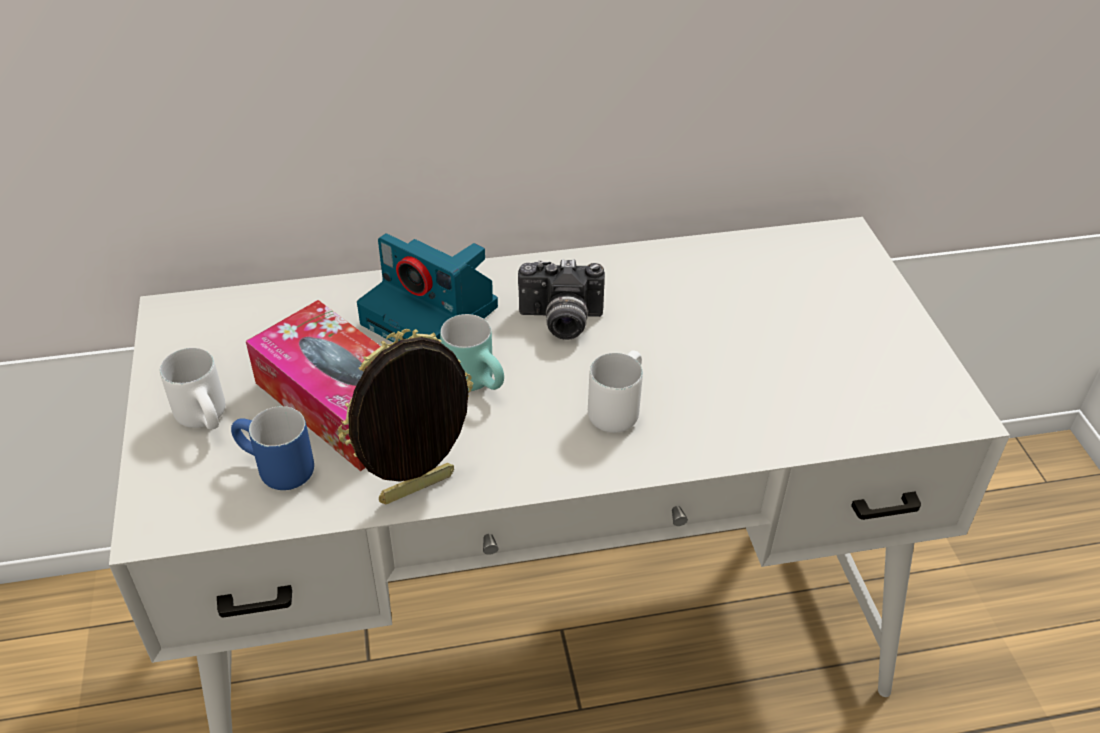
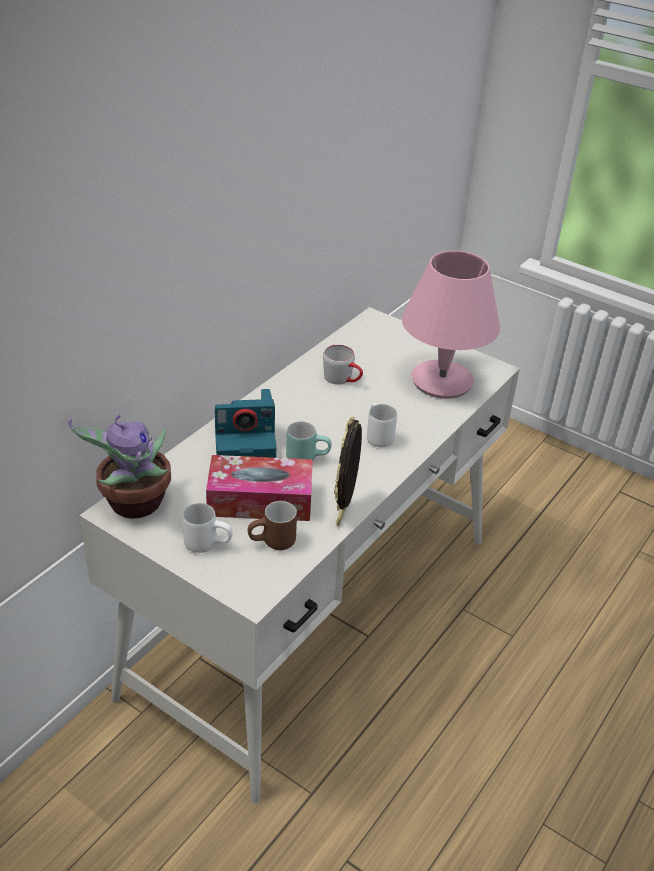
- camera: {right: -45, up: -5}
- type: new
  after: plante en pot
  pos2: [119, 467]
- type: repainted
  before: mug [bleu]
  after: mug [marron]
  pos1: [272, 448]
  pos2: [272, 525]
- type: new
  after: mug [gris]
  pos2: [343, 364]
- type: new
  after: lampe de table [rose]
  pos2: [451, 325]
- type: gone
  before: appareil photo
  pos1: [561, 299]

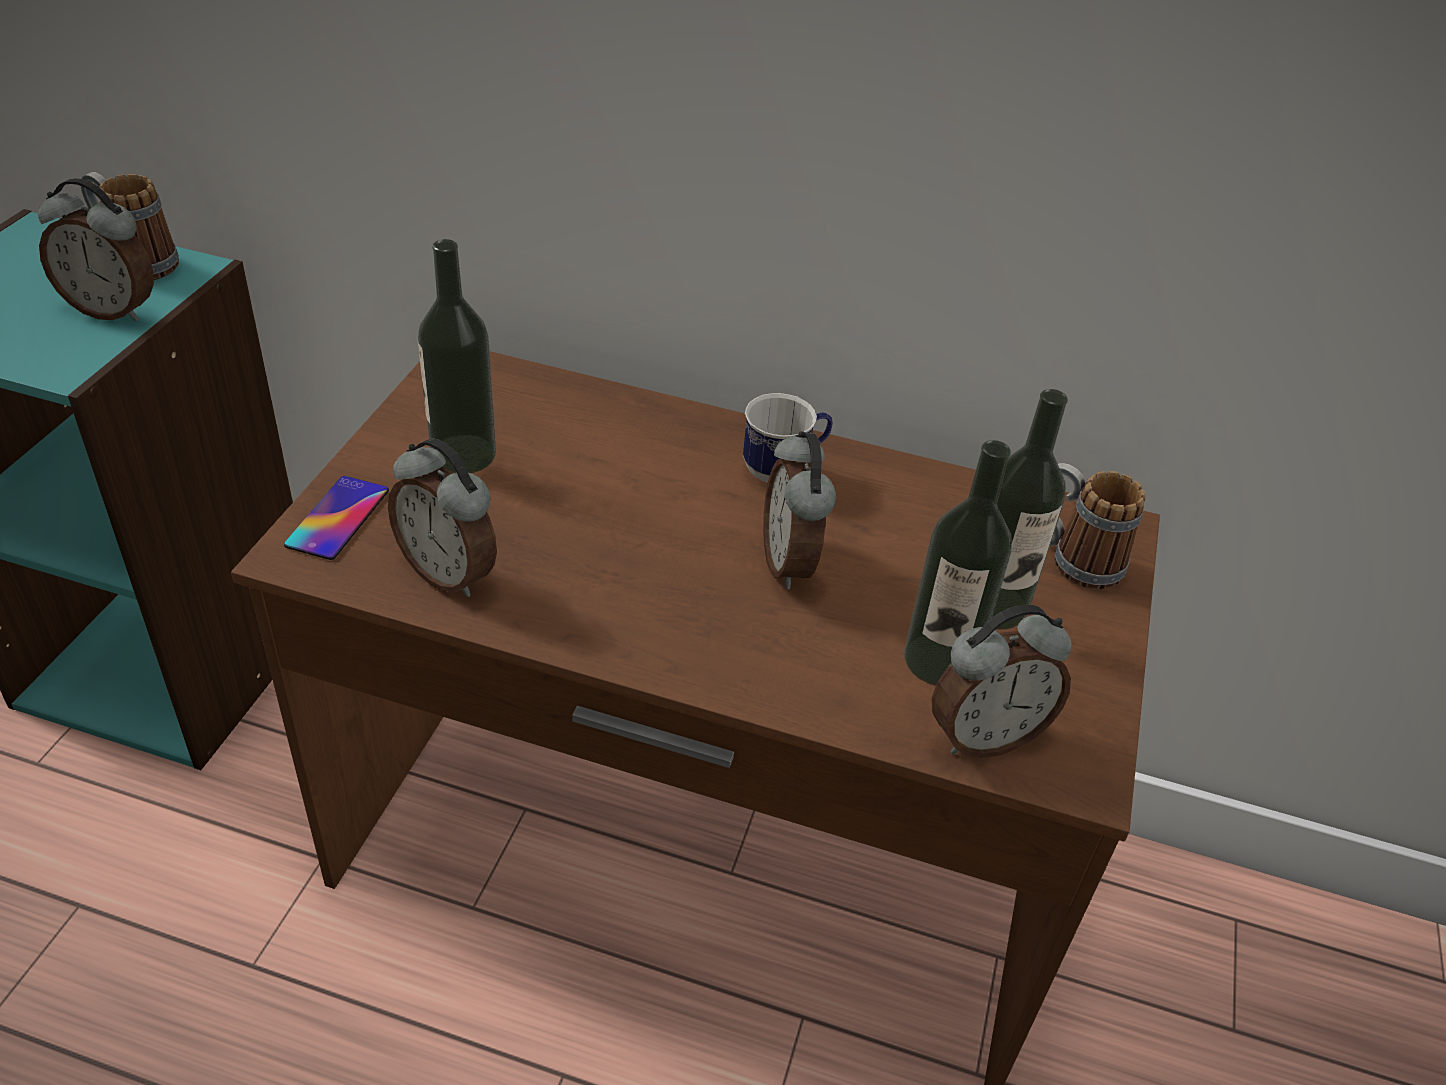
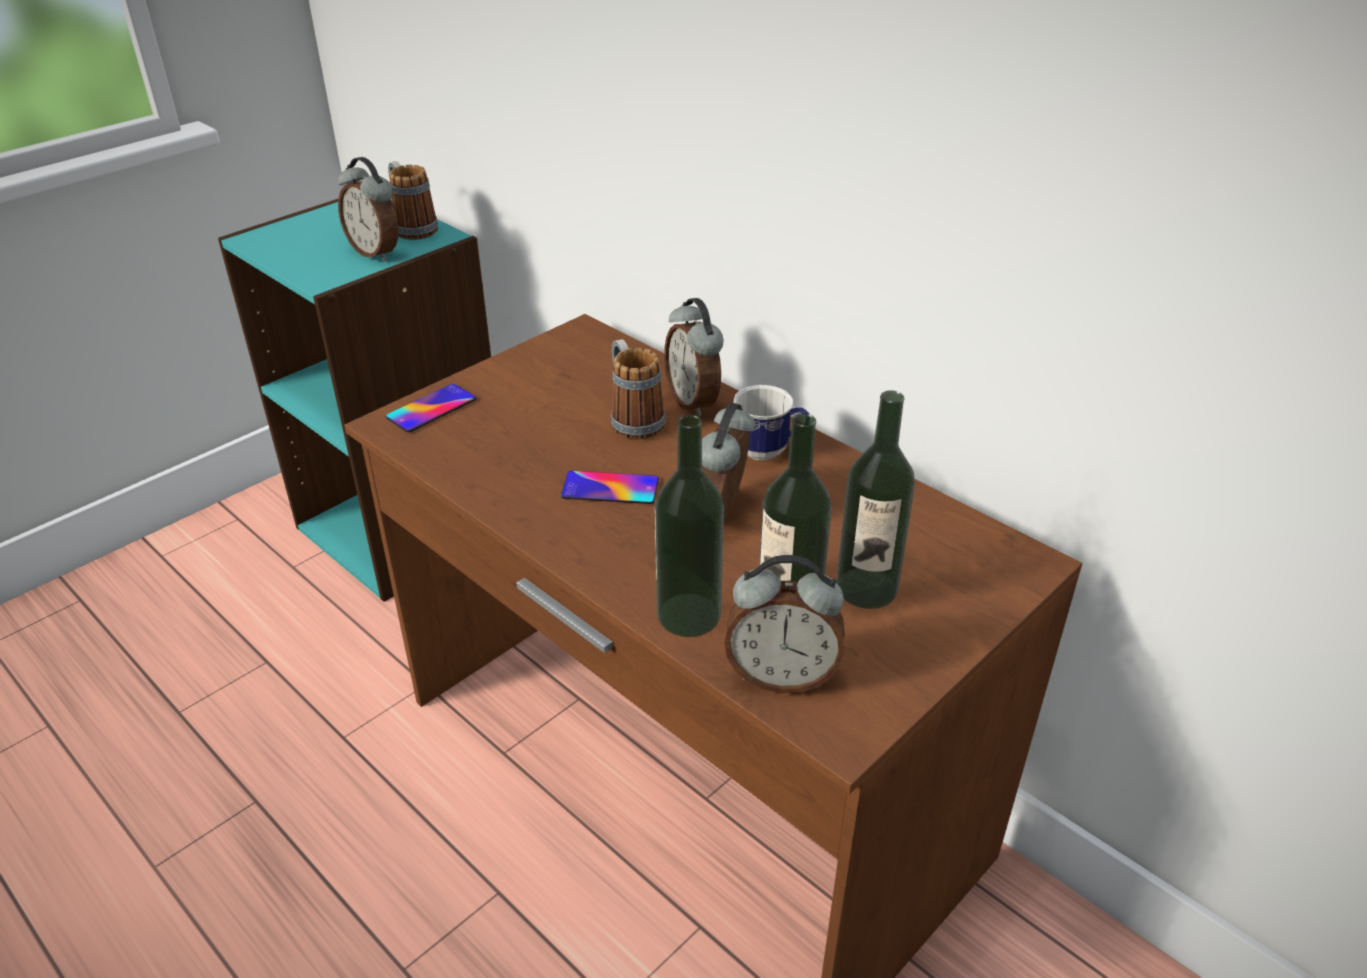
- camera: {right: 30, up: -5}
- type: new
  after: téléphone
  pos2: [610, 487]
- type: shifted
  before: mug
  pos1: [1097, 526]
  pos2: [638, 389]
- type: shifted
  before: bouteille
  pos1: [457, 356]
  pos2: [689, 526]
- type: shifted
  before: réveil
  pos1: [442, 518]
  pos2: [694, 357]

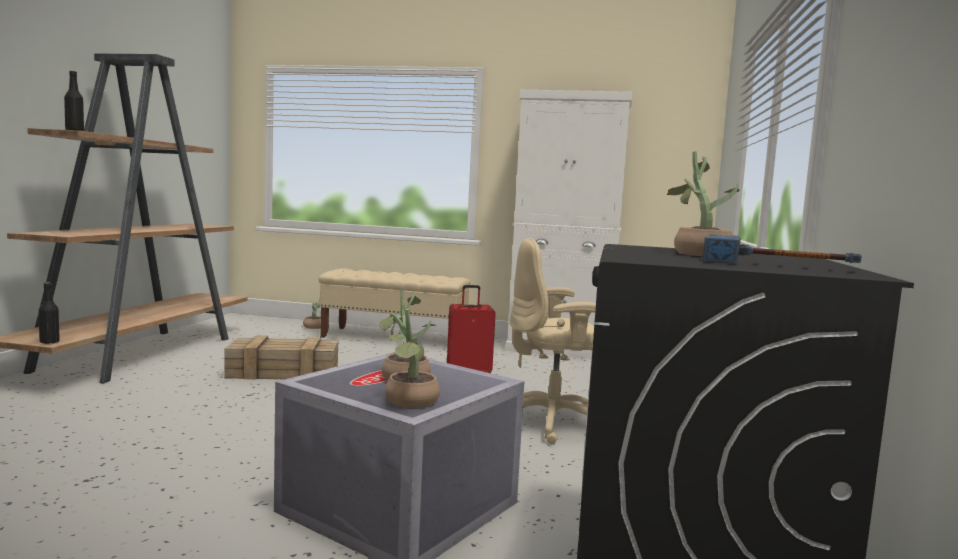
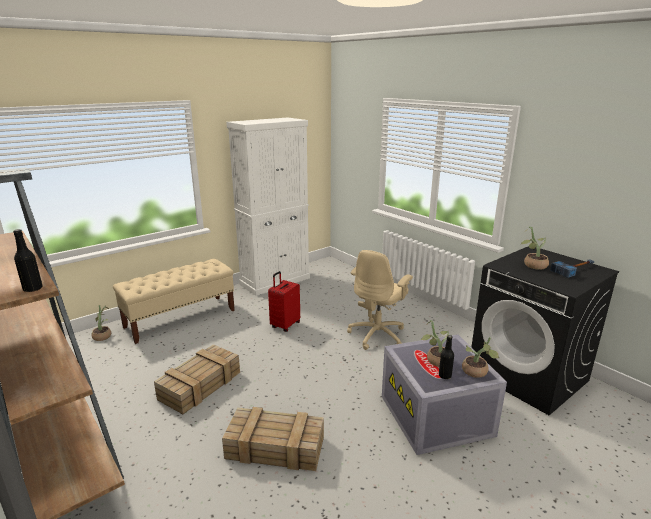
- camera: {right: -50, up: 15}
- type: new
  after: caisse
  pos2: [273, 439]
- type: shifted
  before: bouteille [noir]
  pos1: [49, 313]
  pos2: [446, 357]

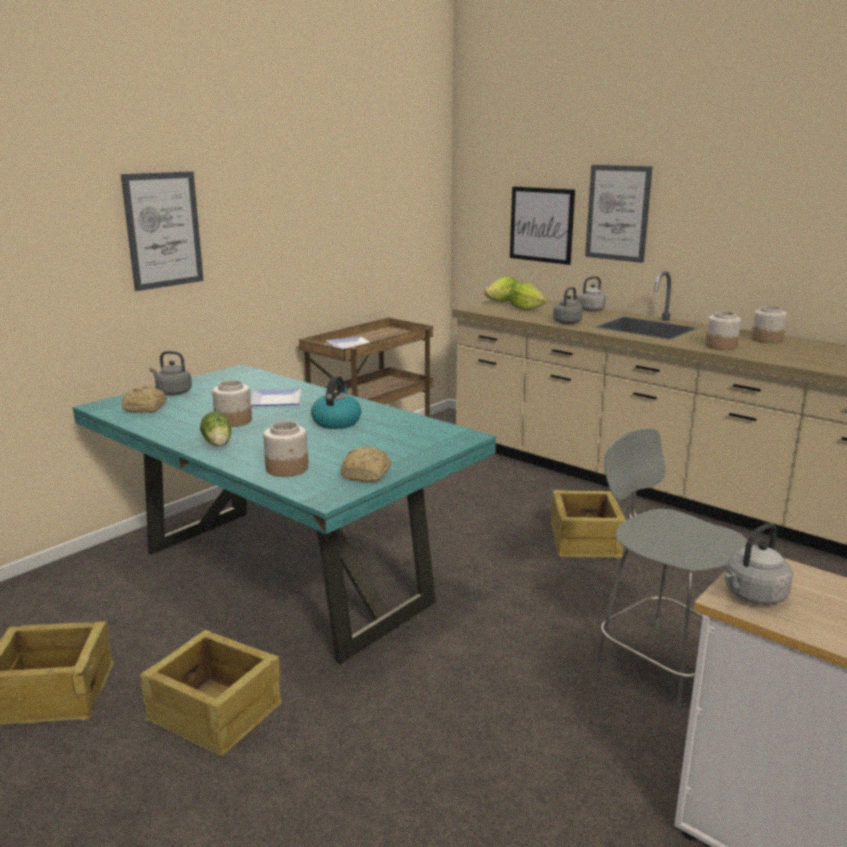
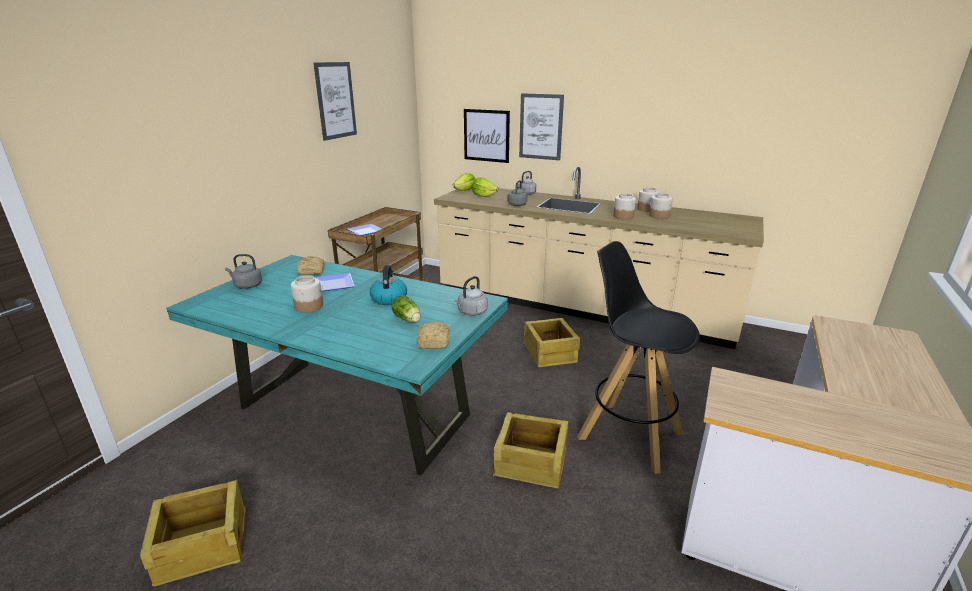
- camera: {right: -15, up: 5}
- type: shifted
  before: pain
  pos1: [144, 399]
  pos2: [311, 265]
- type: shifted
  before: tableau
  pos1: [162, 231]
  pos2: [335, 101]
- type: shifted
  before: laitue
  pos1: [215, 428]
  pos2: [406, 308]
- type: shifted
  before: bouilloire [gris]
  pos1: [759, 564]
  pos2: [471, 296]
- type: shifted
  before: caisse
  pos1: [211, 693]
  pos2: [530, 450]
- type: swapped
  before: chaise [gris]
  after: tabouret [noir]
  pos1: [671, 570]
  pos2: [638, 357]
- type: shifted
  before: bocal
  pos1: [285, 449]
  pos2: [661, 206]

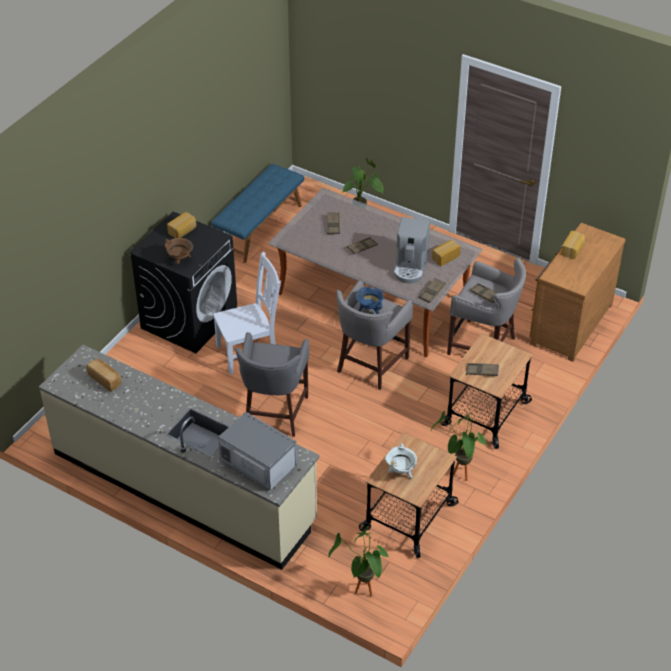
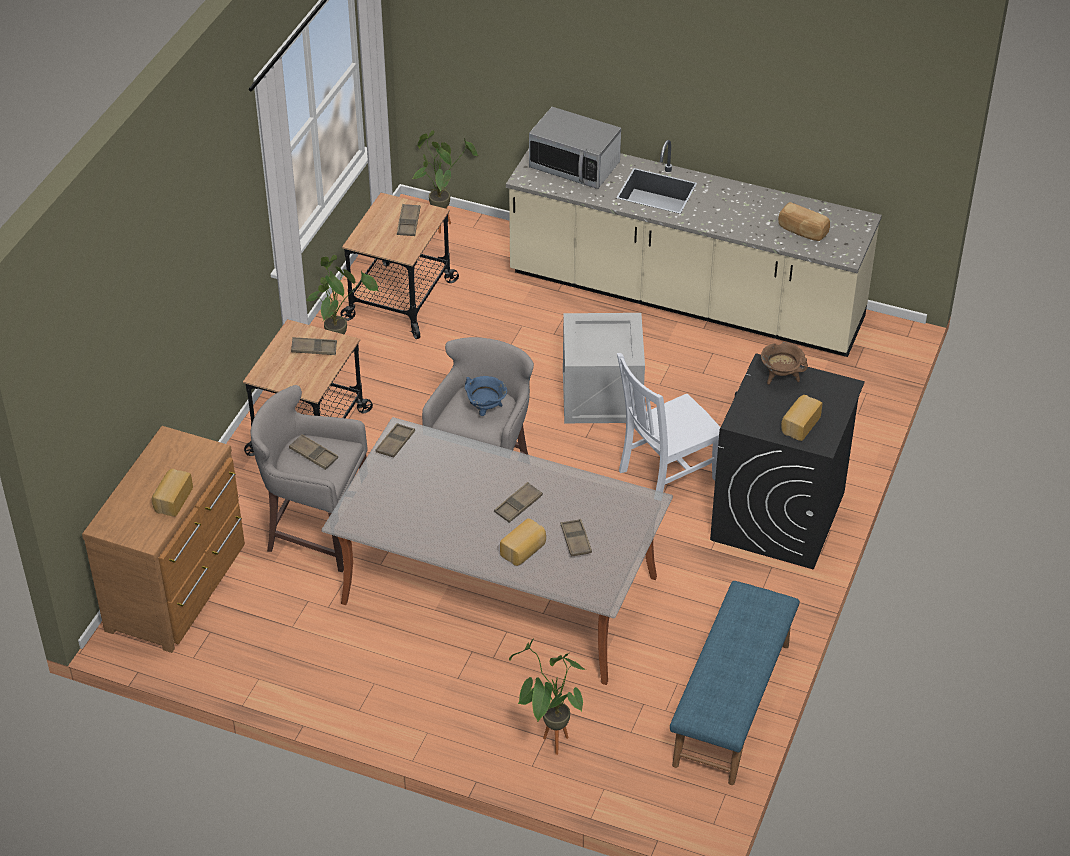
- camera: {right: 170, up: 0}
- type: swapped
  before: marmite [blanc]
  after: plateau [marron]
  pos1: [401, 461]
  pos2: [408, 220]
- type: shifted
  before: pain
  pos1: [446, 253]
  pos2: [523, 542]
- type: swapped
  before: tabouret [gris]
  after: caisse
  pos1: [272, 384]
  pos2: [604, 368]
- type: gone
  before: machine à café
  pos1: [412, 250]

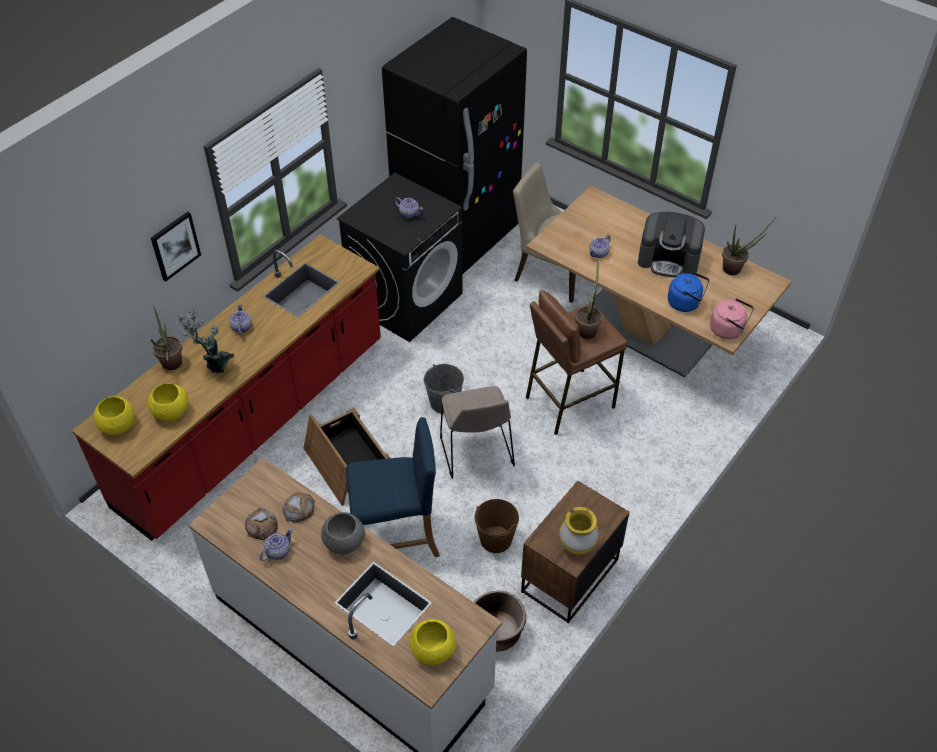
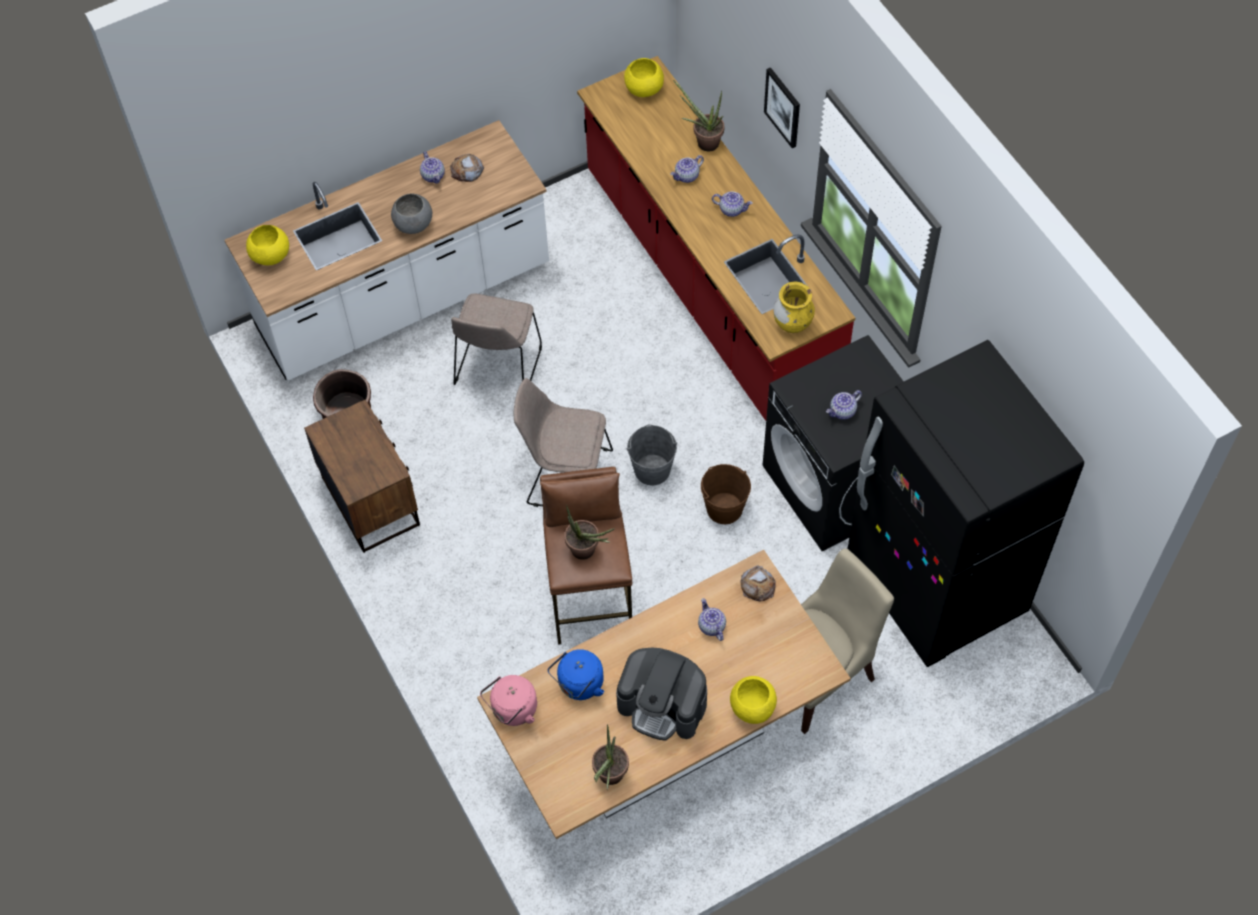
- camera: {right: 115, up: 10}
- type: swapped
  before: tabouret [bleu]
  after: chaise [beige]
  pos1: [393, 487]
  pos2: [496, 339]
- type: rotated
  before: machine à café
  pos1: [671, 245]
  pos2: [661, 694]
  turn: -105
- type: swapped
  before: plante en pot
  after: théière
  pos1: [205, 339]
  pos2: [687, 169]
- type: shifted
  before: seau [marron]
  pos1: [496, 526]
  pos2: [726, 494]
- type: shifted
  before: bol [jaune]
  pos1: [168, 402]
  pos2: [753, 700]
- type: shifted
  before: pain
  pos1: [298, 508]
  pos2: [758, 583]
- type: shifted
  before: vase [jaune]
  pos1: [579, 531]
  pos2: [794, 307]
- type: gone
  before: caisse
  pos1: [347, 456]

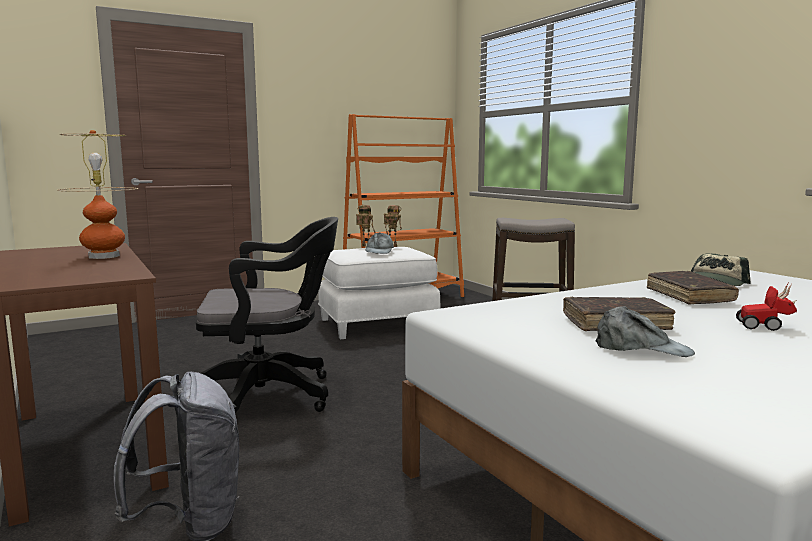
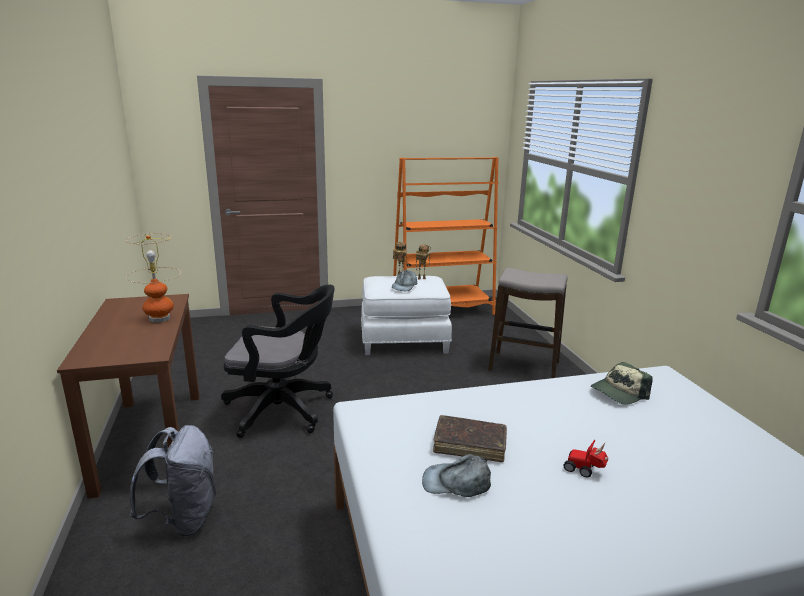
- camera: {right: 15, up: 10}
- type: rotated
  before: casquette [gris]
  pos1: [645, 331]
  pos2: [456, 475]
  turn: 150
- type: gone
  before: livre [marron]
  pos1: [693, 288]

